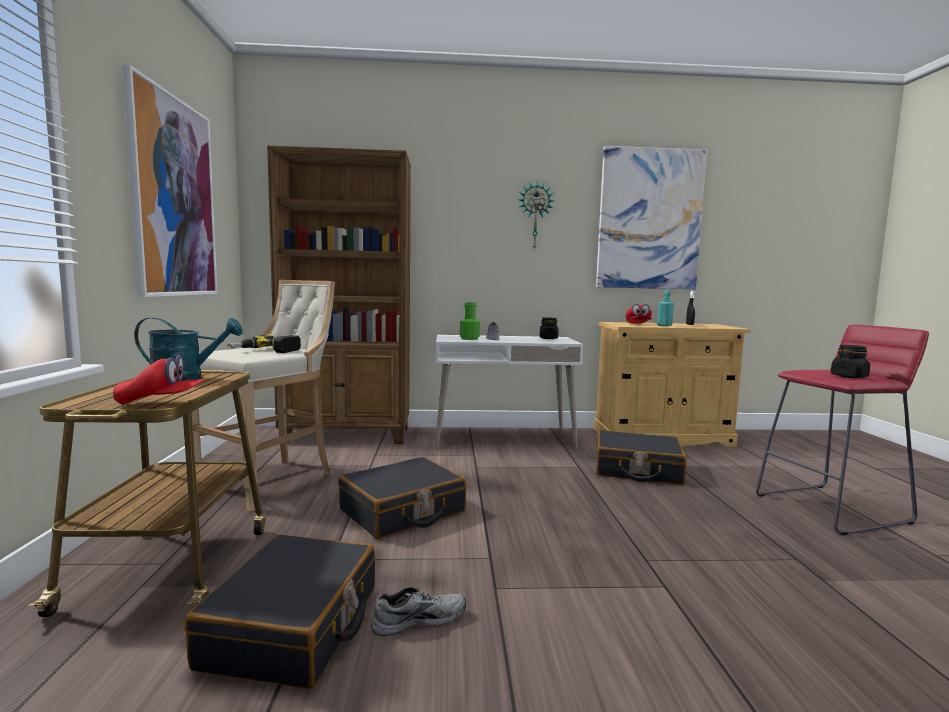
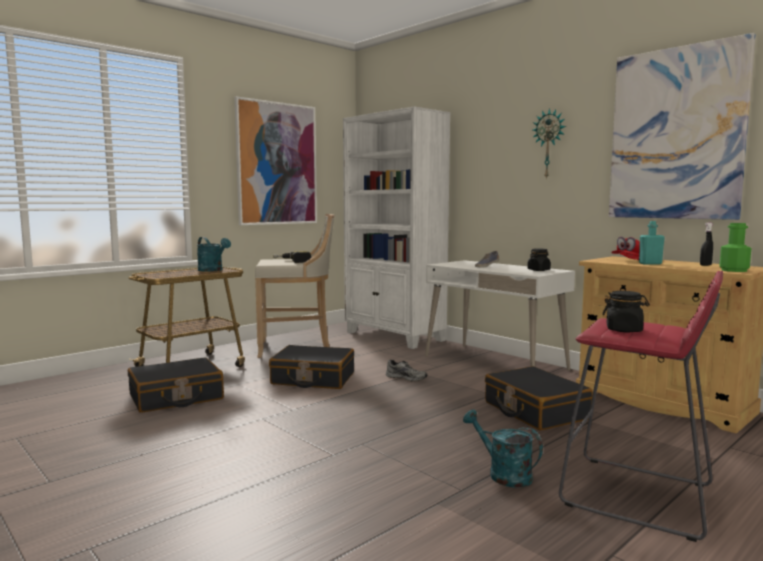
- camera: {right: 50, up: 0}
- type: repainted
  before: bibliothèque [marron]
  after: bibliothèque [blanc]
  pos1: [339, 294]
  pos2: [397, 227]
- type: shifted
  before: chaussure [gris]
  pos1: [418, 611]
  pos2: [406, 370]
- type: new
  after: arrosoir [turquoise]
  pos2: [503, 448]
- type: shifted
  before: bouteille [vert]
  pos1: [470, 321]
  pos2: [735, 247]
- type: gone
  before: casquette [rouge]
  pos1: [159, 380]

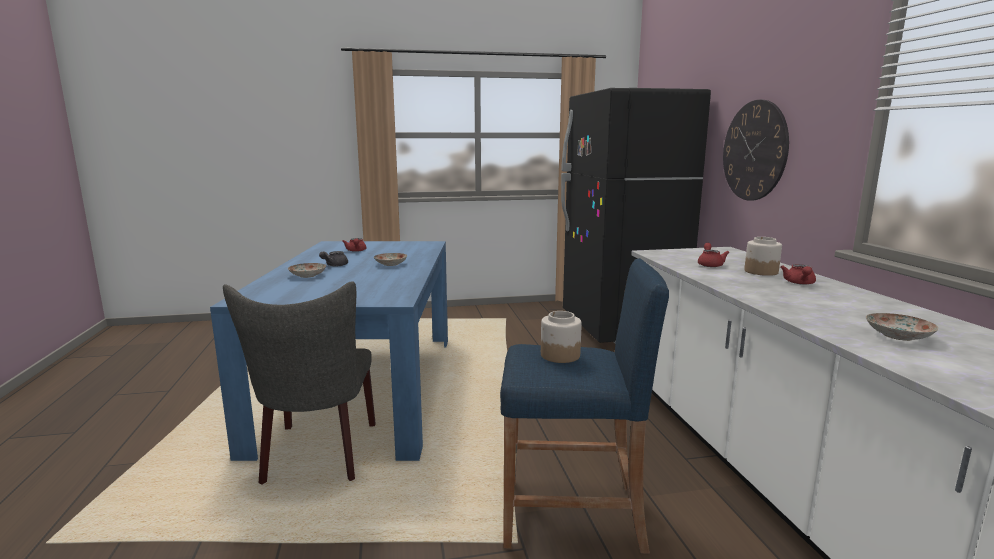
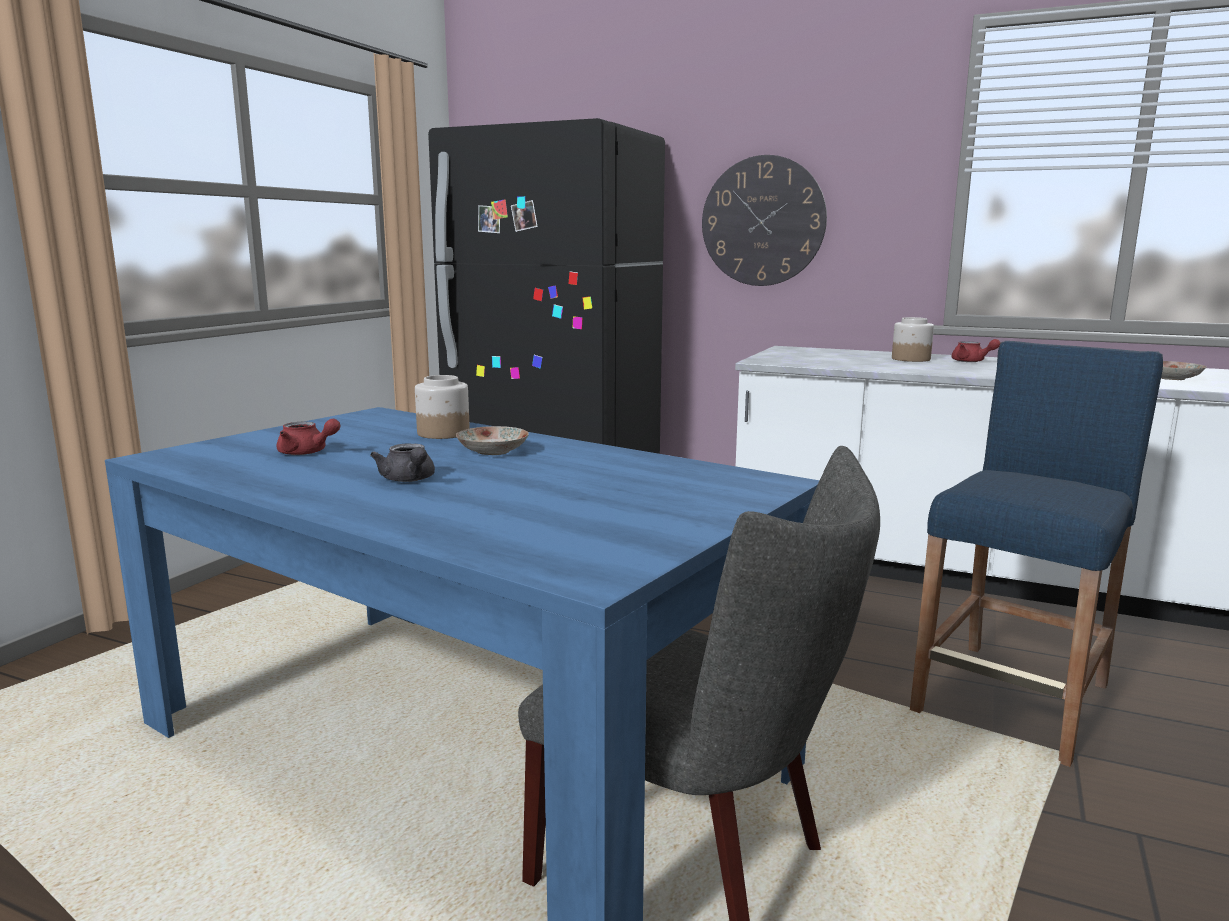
- camera: {right: -55, up: 0}
- type: shifted
  before: bocal
  pos1: [561, 337]
  pos2: [442, 407]
- type: gone
  before: assiette
  pos1: [307, 270]
- type: gone
  before: théière [rouge]
  pos1: [713, 255]

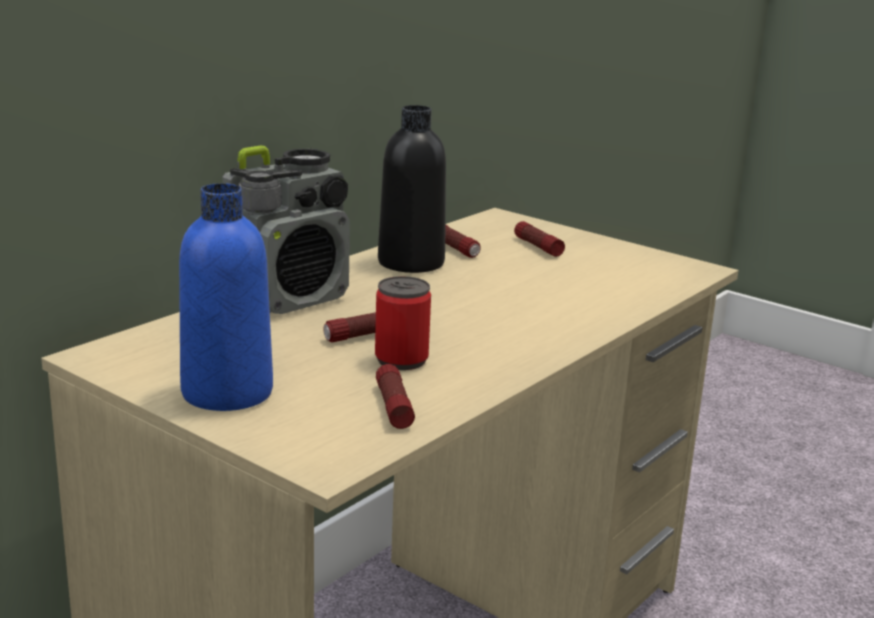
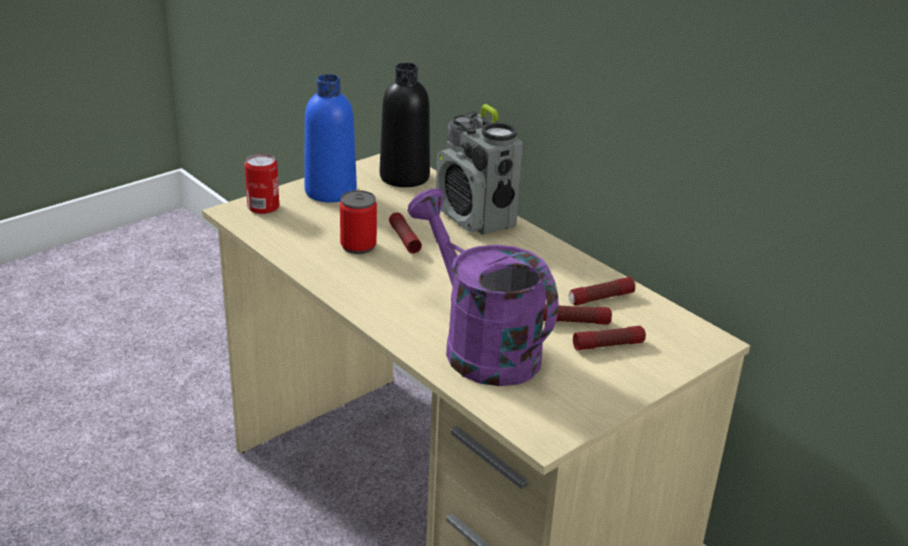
- camera: {right: 100, up: 10}
- type: new
  after: boîte métallique
  pos2: [262, 184]
- type: shifted
  before: bouteille [noir]
  pos1: [412, 189]
  pos2: [405, 125]
- type: new
  after: arrosoir [violet]
  pos2: [483, 287]
- type: shifted
  before: lampe de poche
  pos1: [395, 396]
  pos2: [577, 314]

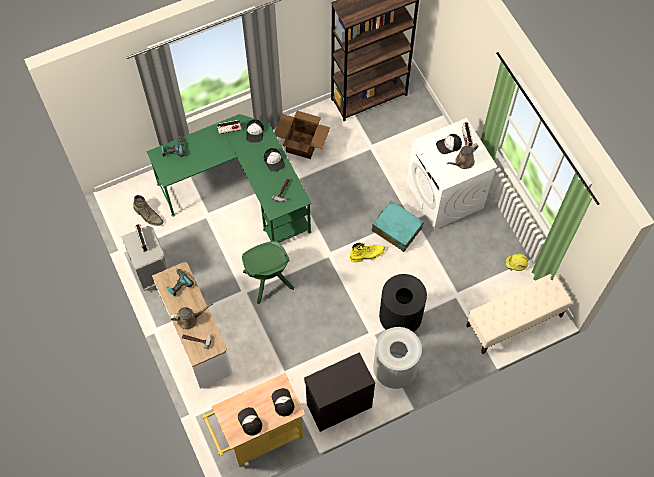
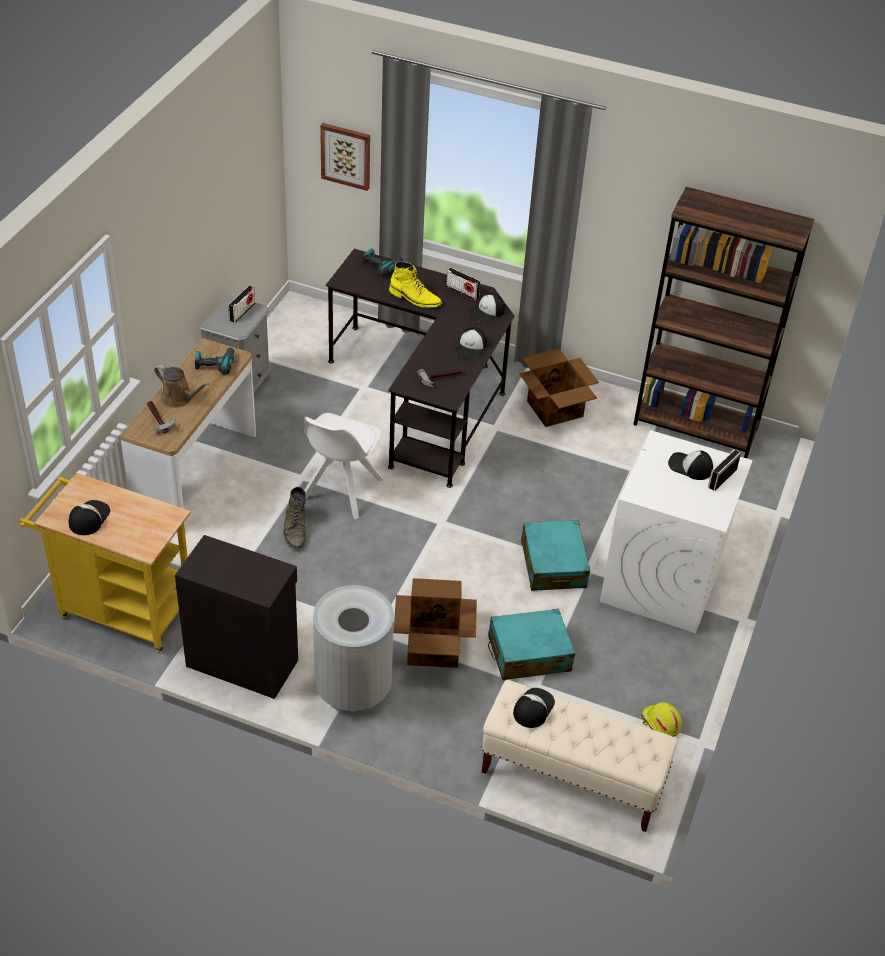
- camera: {right: 45, up: -20}
- type: shifted
  before: botte [vert]
  pos1: [148, 210]
  pos2: [294, 518]
- type: repainted
  before: chaise [vert]
  after: chaise [blanc]
  pos1: [268, 272]
  pos2: [344, 466]
- type: new
  after: tableau
  pos2: [345, 157]
- type: repainted
  before: bureau [vert]
  after: bureau [noir]
  pos1: [229, 178]
  pos2: [420, 368]
- type: shifted
  before: botte [jaune]
  pos1: [367, 252]
  pos2: [415, 284]
- type: swapped
  before: poubelle [noir]
  after: carton
  pos1: [403, 303]
  pos2: [435, 623]
- type: new
  after: valise [turquoise]
  pos2: [531, 644]
- type: shifted
  before: casquette
  pos1: [283, 402]
  pos2: [534, 708]
- type: gone
  before: arrosoir [marron]
  pos1: [462, 156]

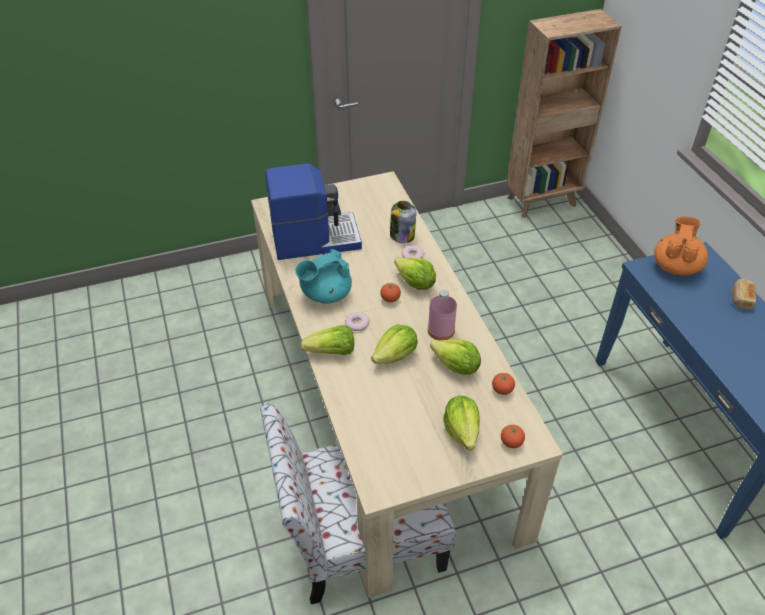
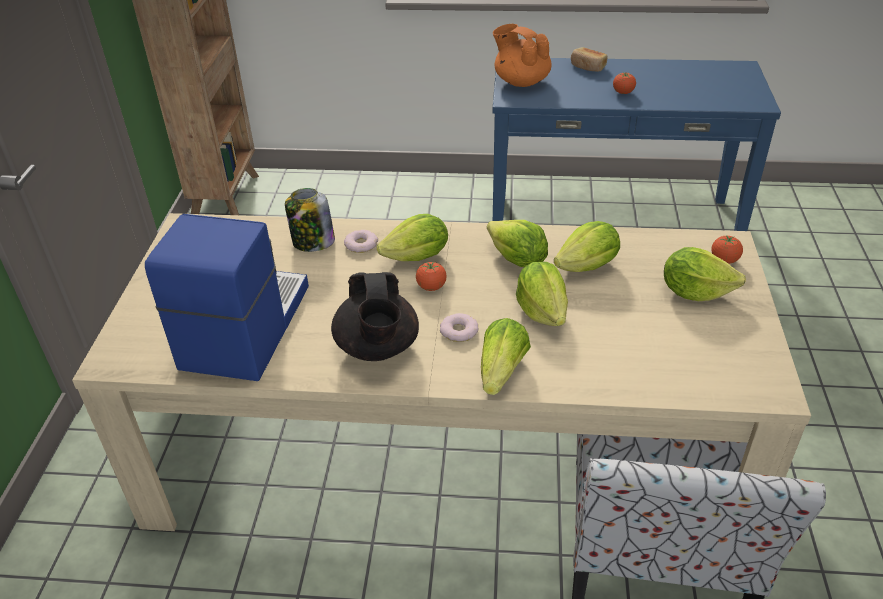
- camera: {right: -65, up: -5}
- type: repainted
  before: théière [turquoise]
  after: théière [noir]
  pos1: [323, 276]
  pos2: [375, 316]
- type: swapped
  before: bouteille [rose]
  after: laitue
  pos1: [442, 315]
  pos2: [517, 243]
- type: shifted
  before: tomate
  pos1: [503, 384]
  pos2: [624, 83]

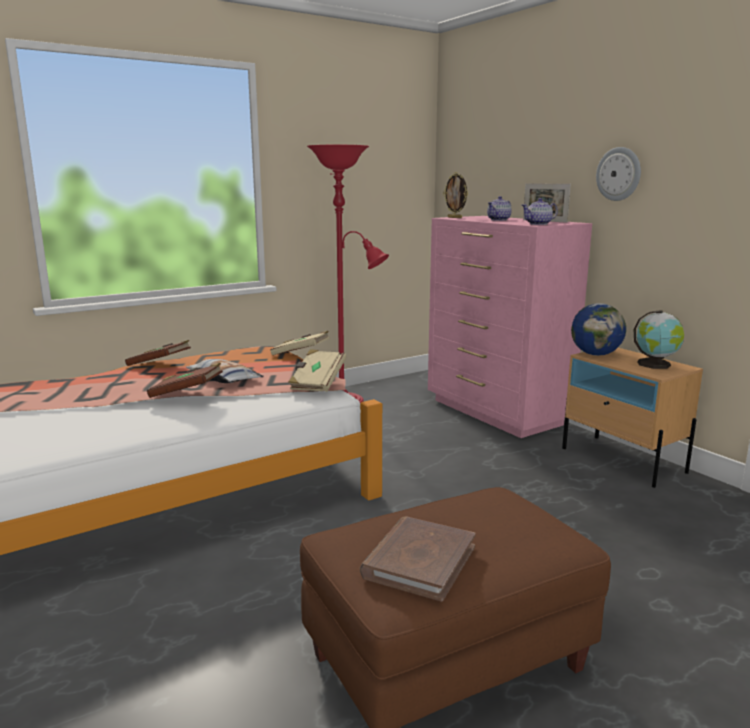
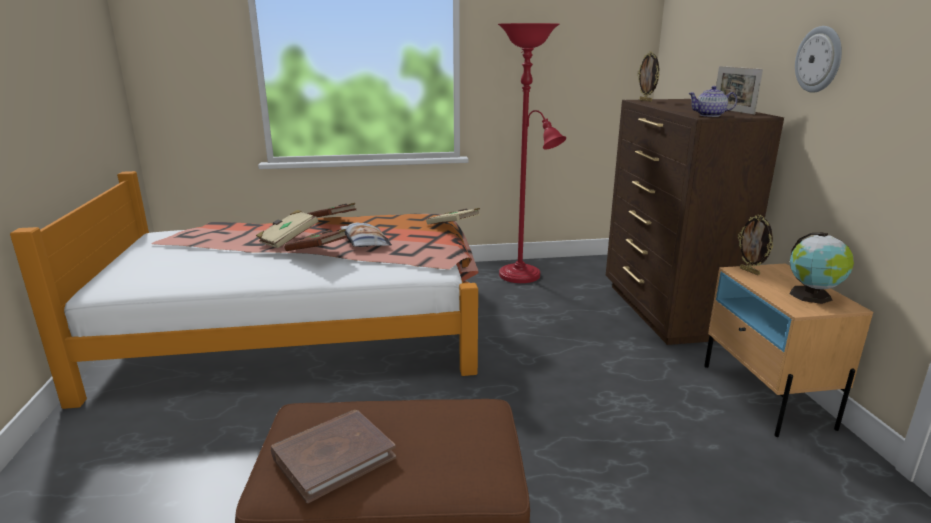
- camera: {right: 25, up: 5}
- type: shifted
  before: livre [beige]
  pos1: [317, 370]
  pos2: [287, 229]
- type: repainted
  before: commode [rose]
  after: commode [marron]
  pos1: [510, 327]
  pos2: [695, 222]
- type: swapped
  before: globe
  after: cadre photo
  pos1: [598, 329]
  pos2: [755, 244]
- type: gone
  before: théière
  pos1: [499, 208]

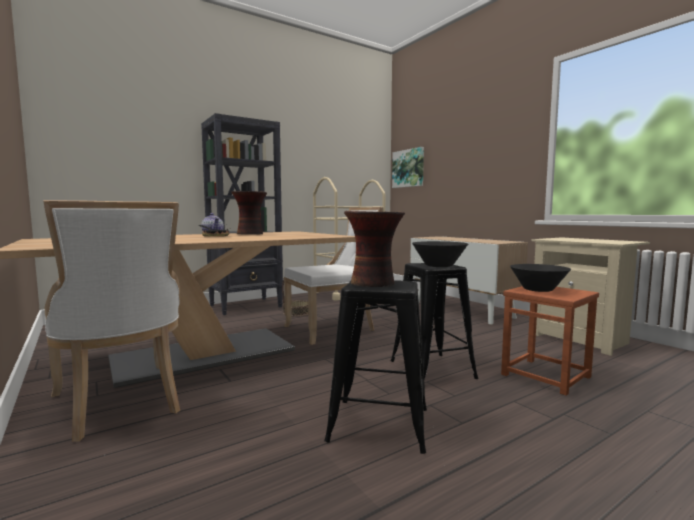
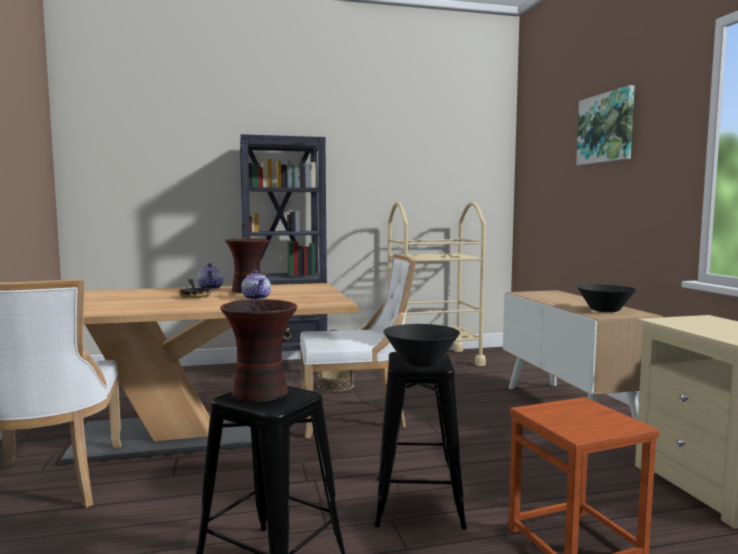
- camera: {right: 20, up: 0}
- type: new
  after: théière
  pos2: [256, 284]
- type: shifted
  before: tableau
  pos1: [408, 167]
  pos2: [605, 125]
- type: shifted
  before: bol [noir]
  pos1: [540, 278]
  pos2: [606, 298]

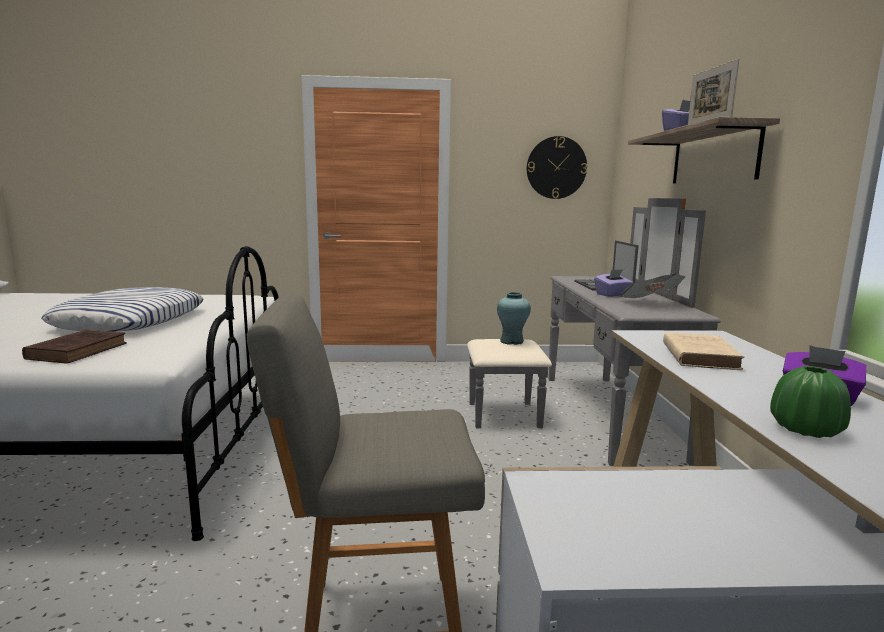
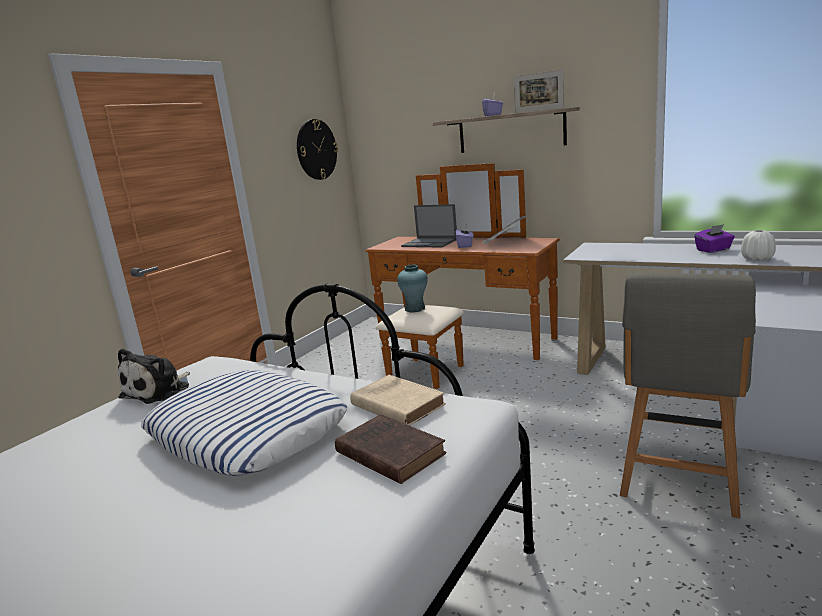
- camera: {right: -55, up: 5}
- type: new
  after: peluche
  pos2: [154, 376]
- type: shifted
  before: livre [beige]
  pos1: [703, 351]
  pos2: [398, 400]
- type: repainted
  before: commode [gris]
  after: commode [marron]
  pos1: [594, 332]
  pos2: [463, 276]
- type: repainted
  before: vase [vert]
  after: vase [blanc]
  pos1: [810, 402]
  pos2: [758, 245]

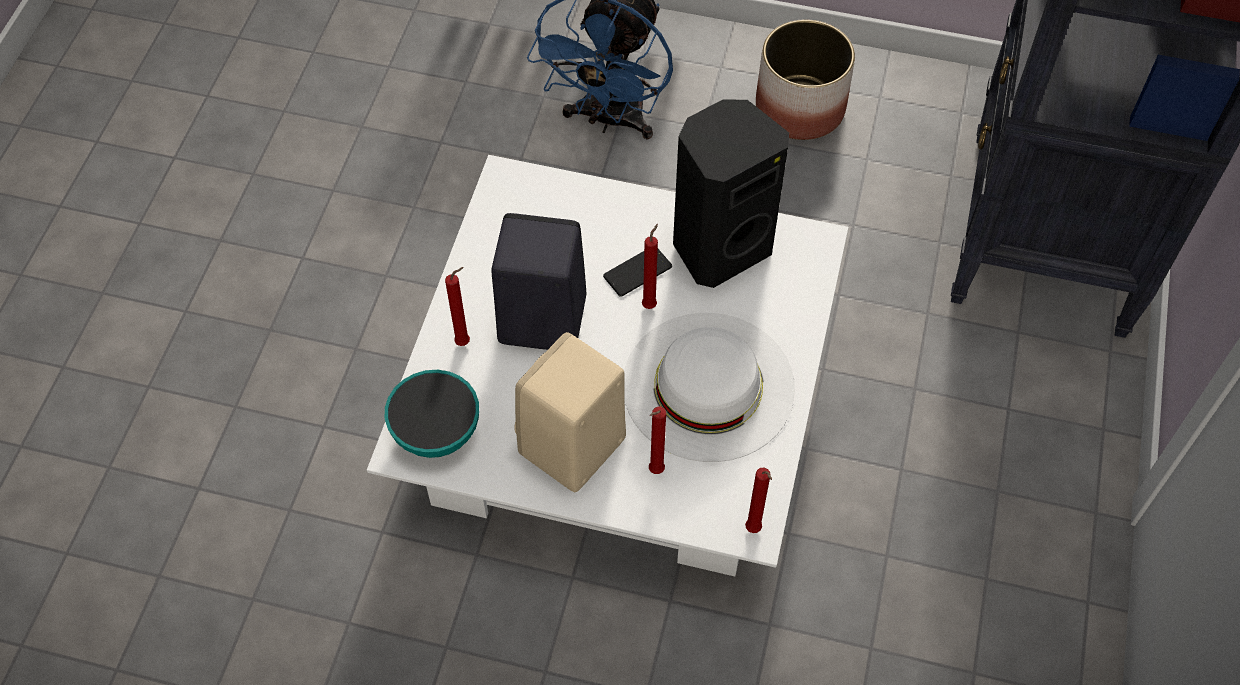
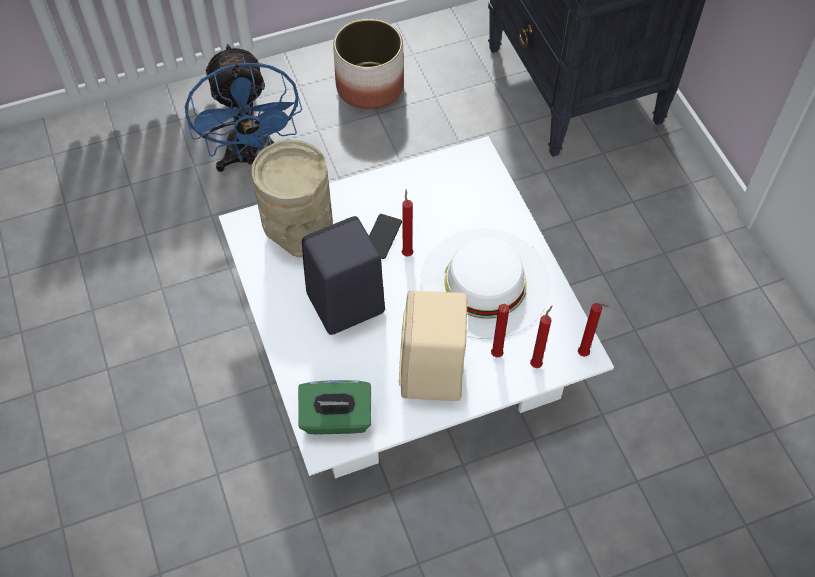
- camera: {right: -35, up: 0}
- type: new
  after: vase [beige]
  pos2: [292, 199]
- type: swapped
  before: bol
  after: boîte à mouchoirs [vert]
  pos1: [432, 414]
  pos2: [334, 407]
- type: shifted
  before: bougie [rouge]
  pos1: [457, 306]
  pos2: [541, 337]
- type: gone
  before: enceinte [noir]
  pos1: [731, 193]

